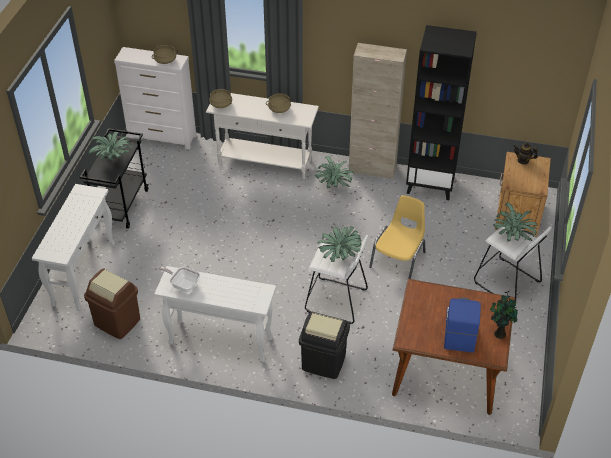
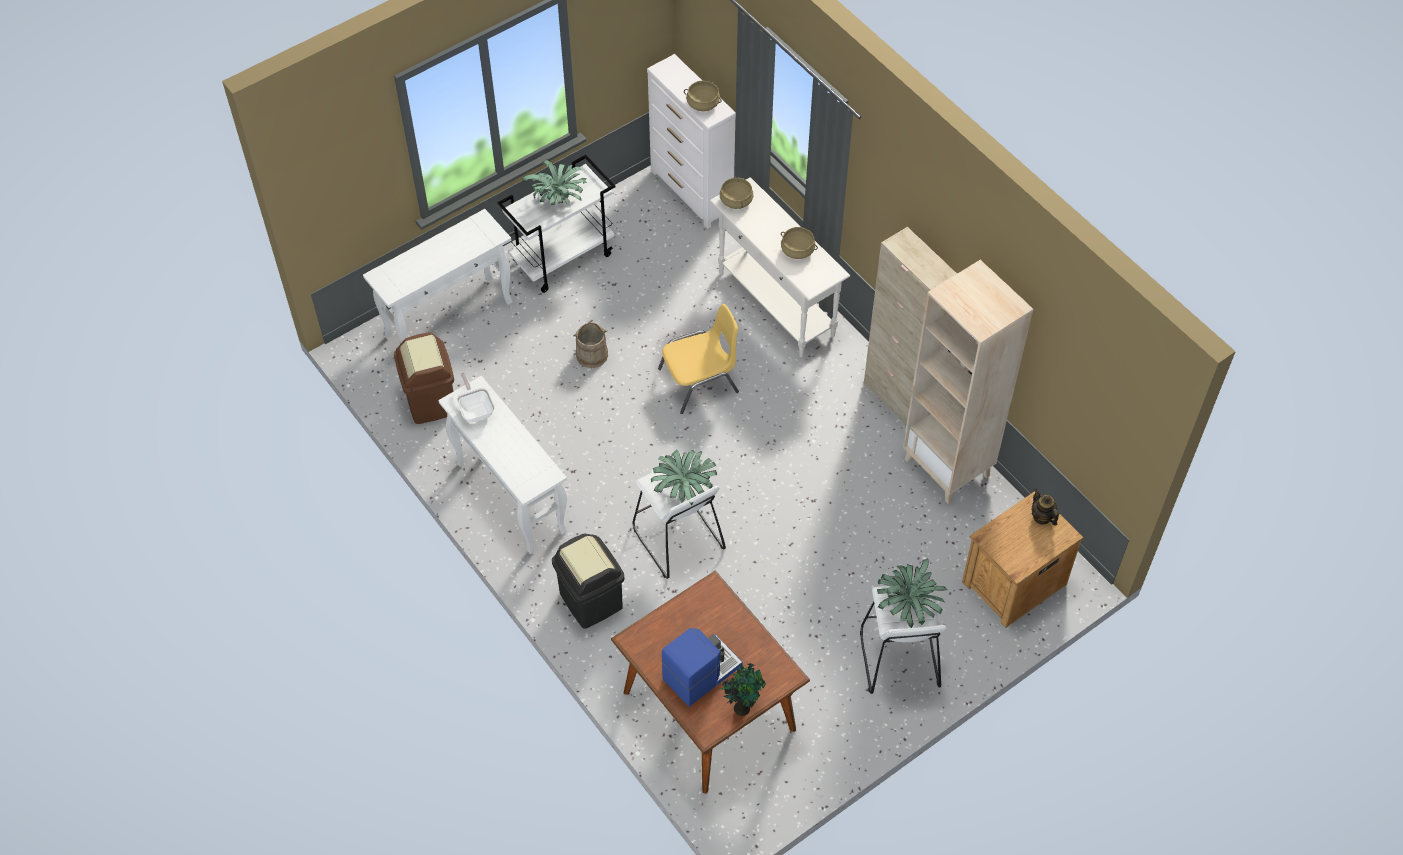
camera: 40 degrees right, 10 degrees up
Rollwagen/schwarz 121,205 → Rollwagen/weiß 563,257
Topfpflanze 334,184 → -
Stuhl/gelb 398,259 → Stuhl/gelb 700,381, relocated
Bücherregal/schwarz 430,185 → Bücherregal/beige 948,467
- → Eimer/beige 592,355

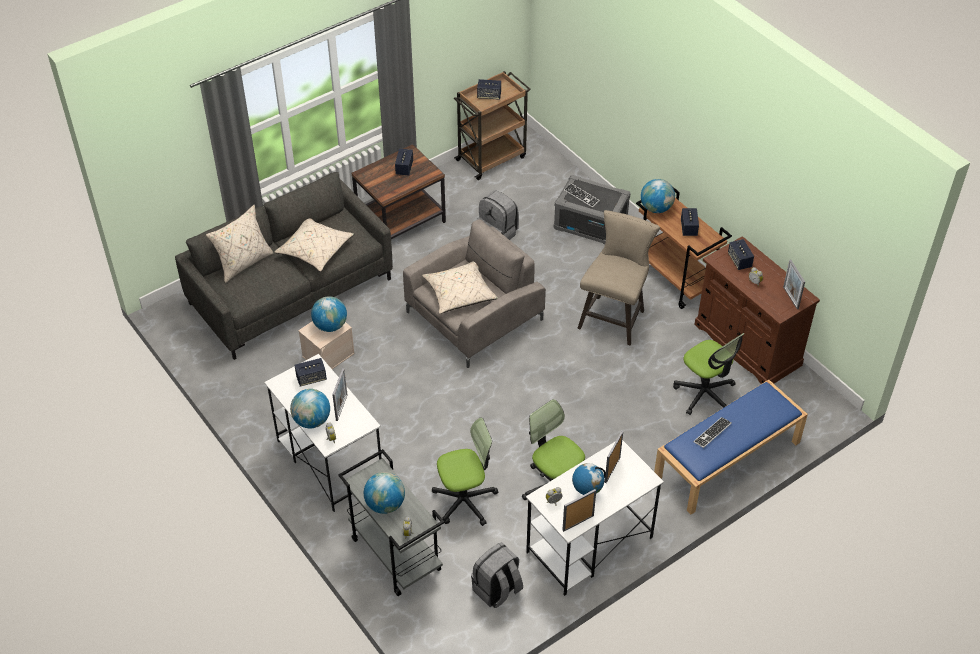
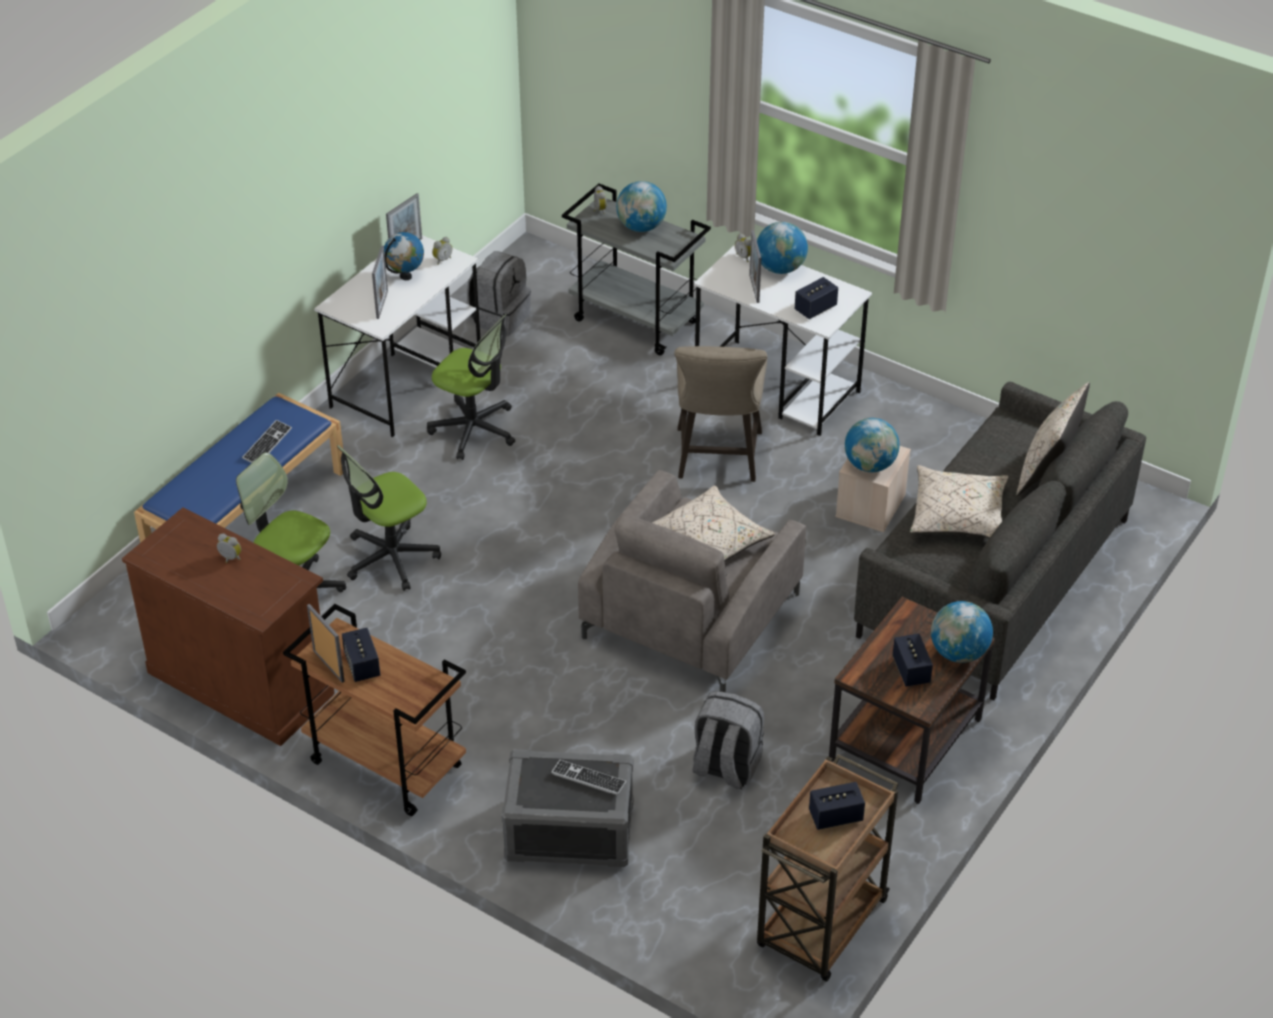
camera: 160 degrees right, 5 degrees down
Bürostuhl 465,500 → Bürostuhl 390,558, relocated
Hocker/beige 614,316 → Hocker/beige 717,460, relocated
Globus 656,208 → Globus 958,653, relocated
Lautsprecher 739,261 → -
Bilderrahmen 790,298 → Bilderrahmen 329,666, relocated

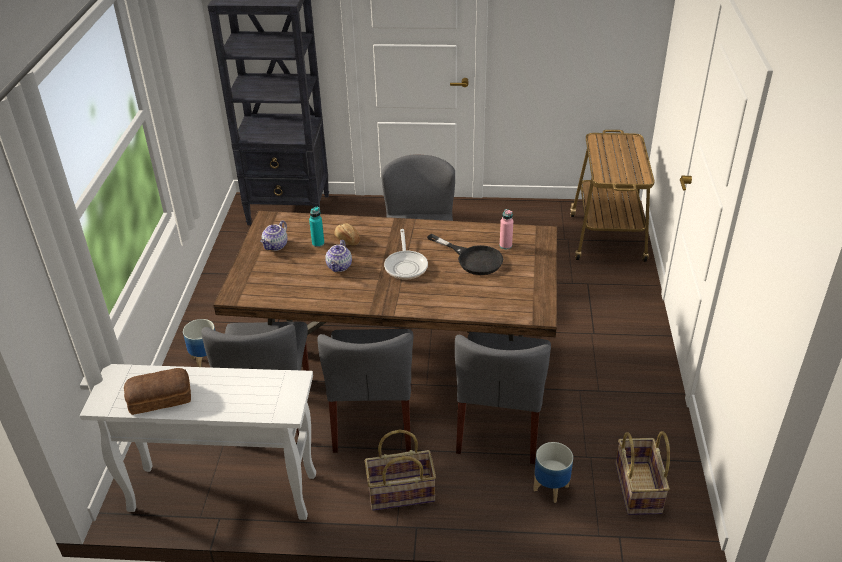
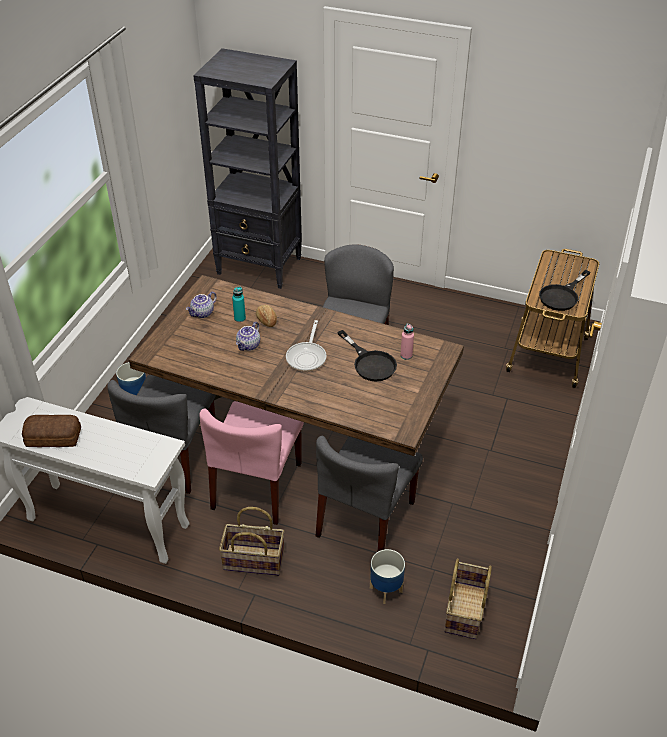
camera: 15 degrees right, 5 degrees up
Stuhl/grau 374,419 → Stuhl/rosa 257,486
- → Pfanne/schwarz 562,296

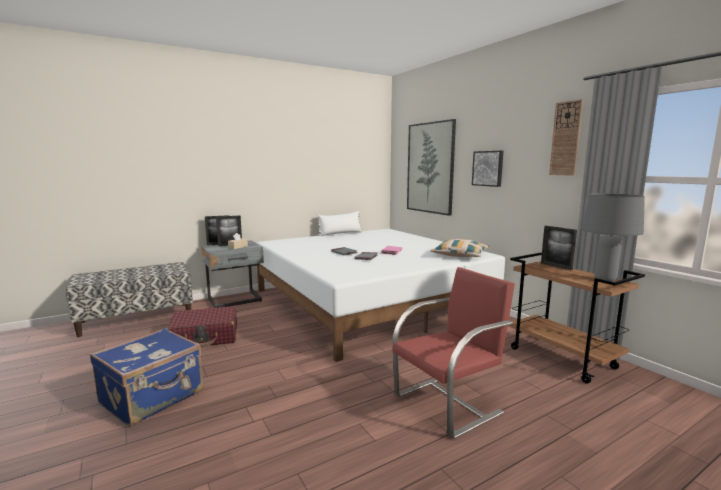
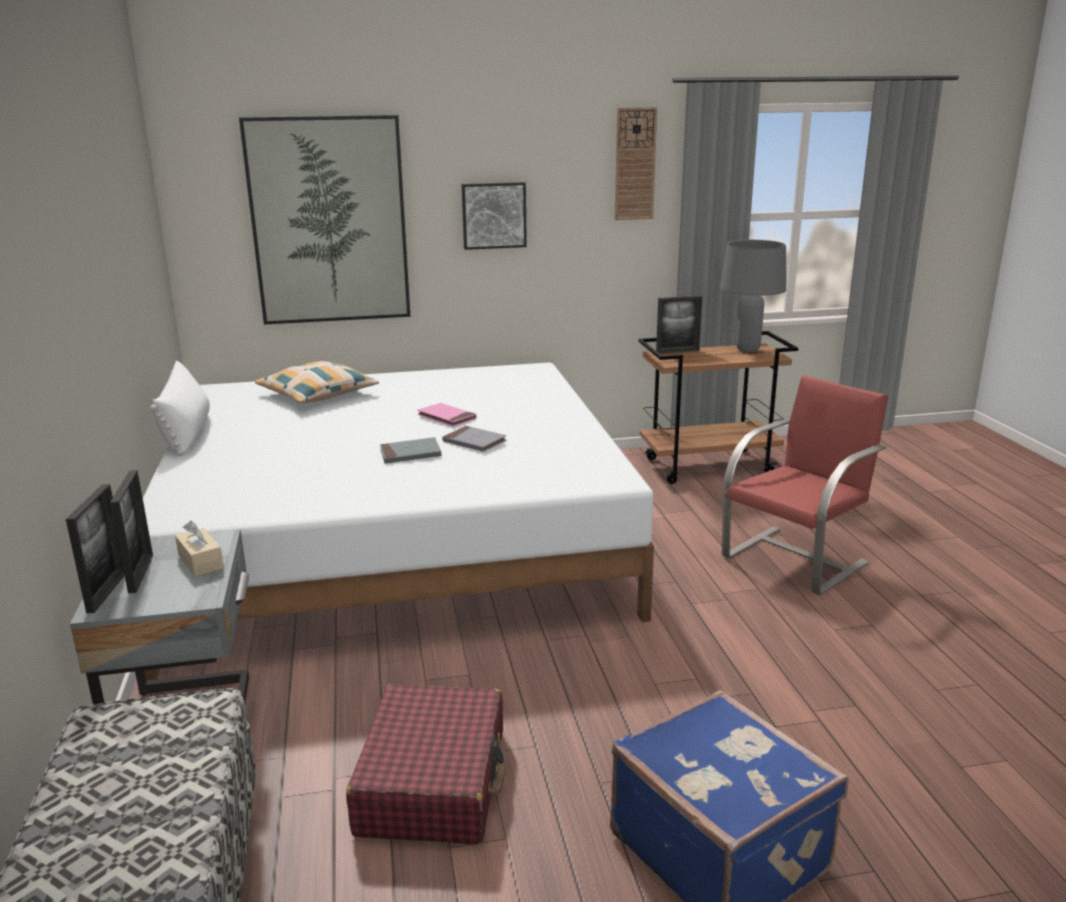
camera: 70 degrees left, 10 degrees up
Stuhl/rot 449,403 → Stuhl/rot 796,559, 60 degrees clockwise
Kissen 460,255 → Kissen 317,394, relocated

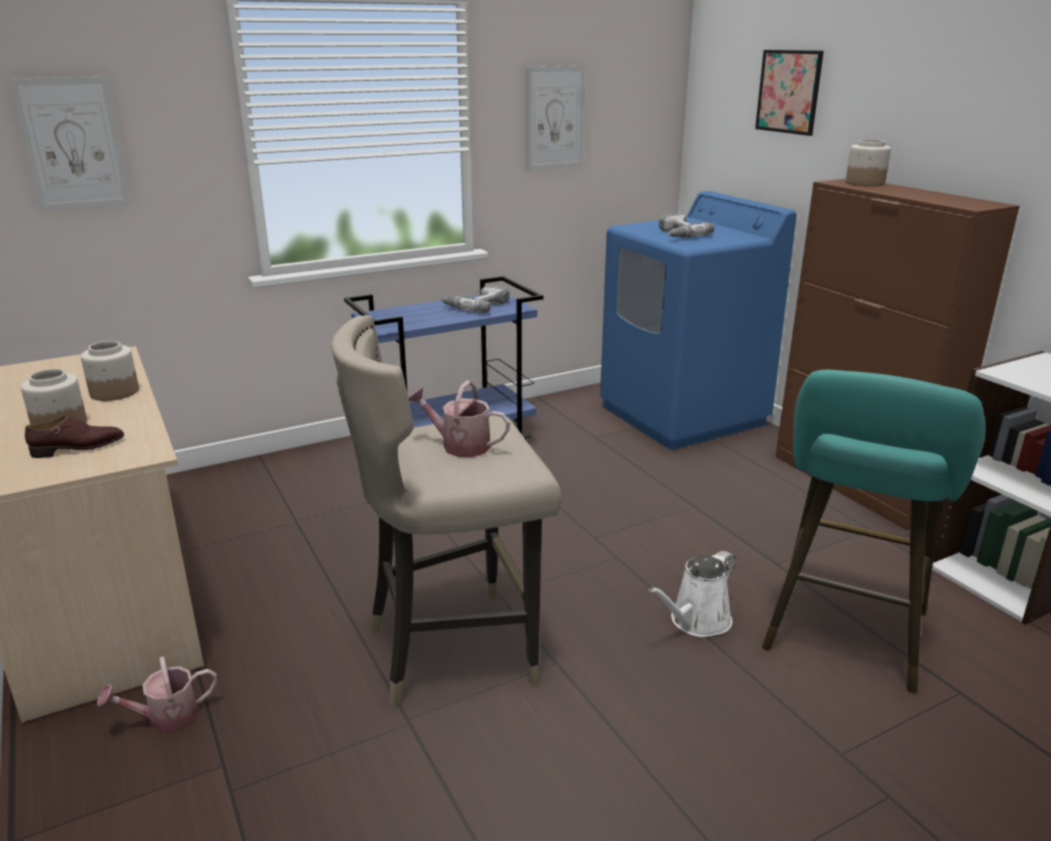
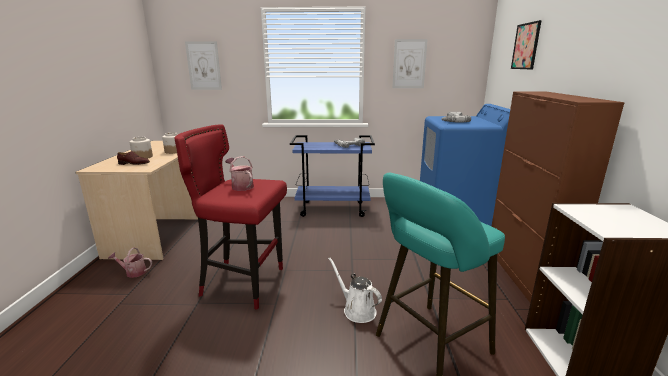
camera: 30 degrees right, 5 degrees down
Hocker/beige 454,649 → Hocker/rot 244,283
Gießkanne/weiß 697,621 → Gießkanne/weiß 357,310, 60 degrees clockwise
Vorratsglas 864,183 → -

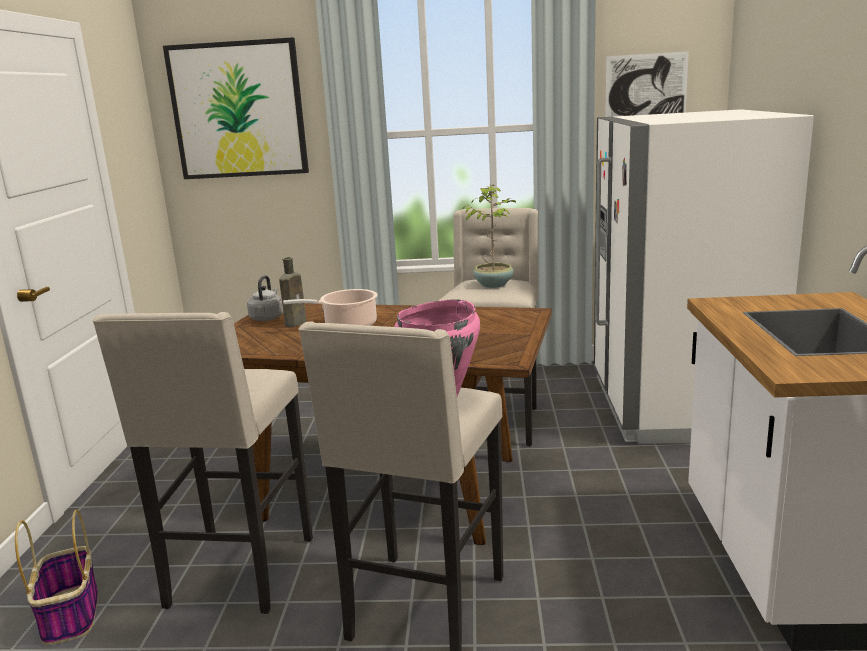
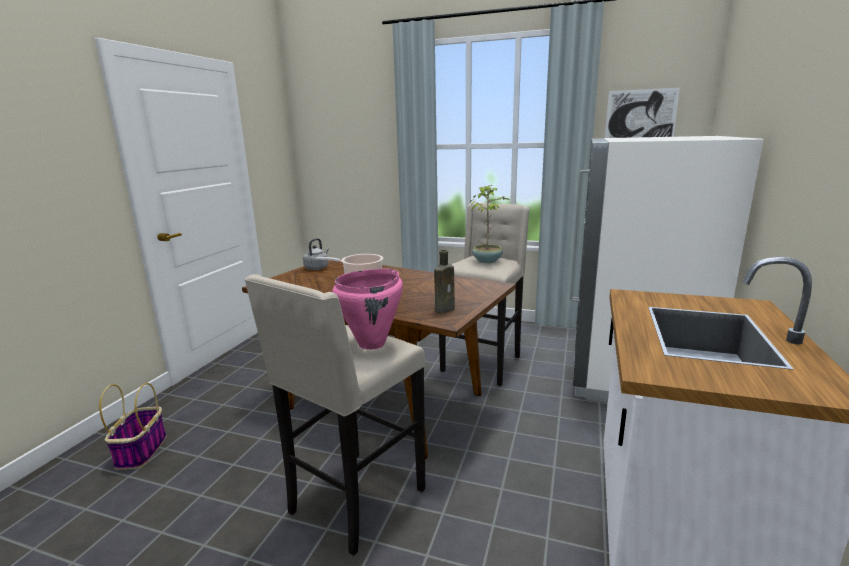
camera: 15 degrees right, 0 degrees up
Hocker/beige 238,574 → -
Bild 238,110 → -
Flasche/braun 297,323 → Flasche/braun 446,309, relocated

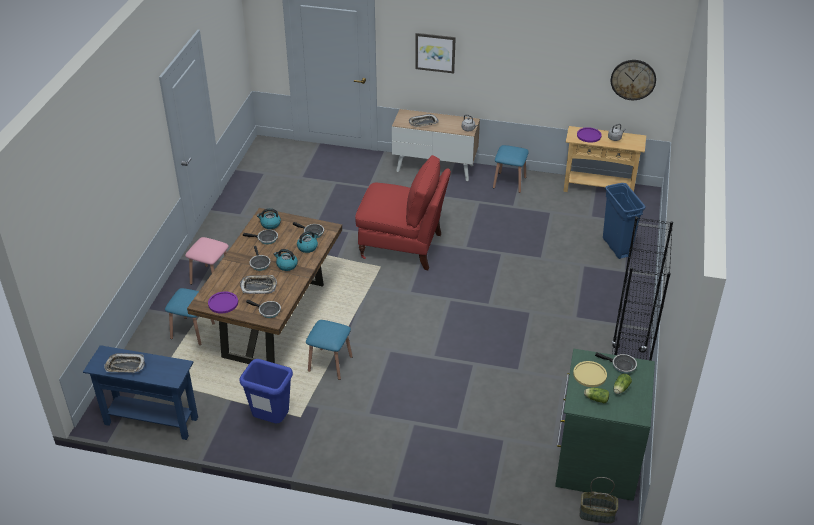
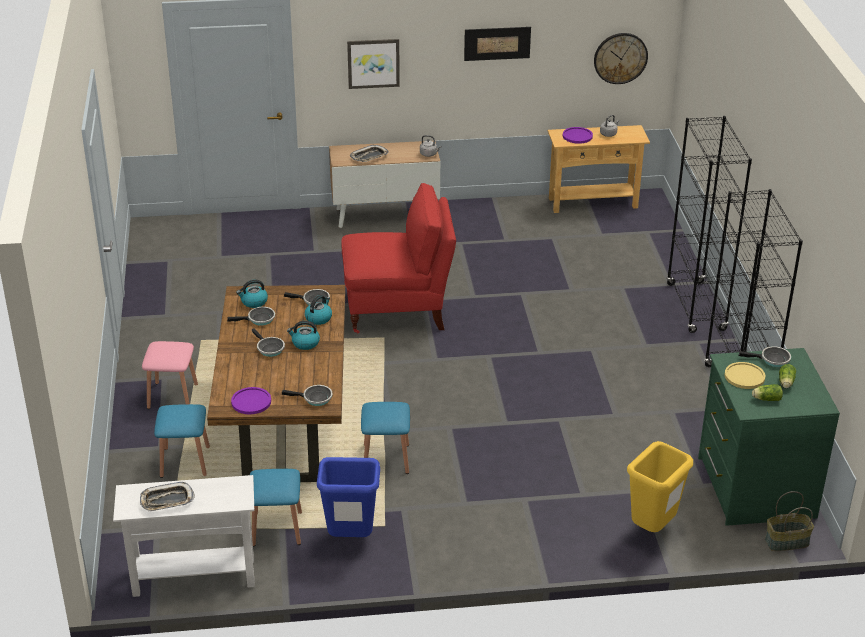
camera: 20 degrees left, 5 degrees down
Konsolentisch/blau 151,421 → Konsolentisch/weiß 194,577
Tablett 258,286 → -
Hocker/blau 509,182 → Hocker/blau 277,528, relocated
Mülleimer/blau 616,247 → -
- → Bild 497,43
- → Mülleimer/gelb 652,529
- → Bücherregal/schwarz 696,307

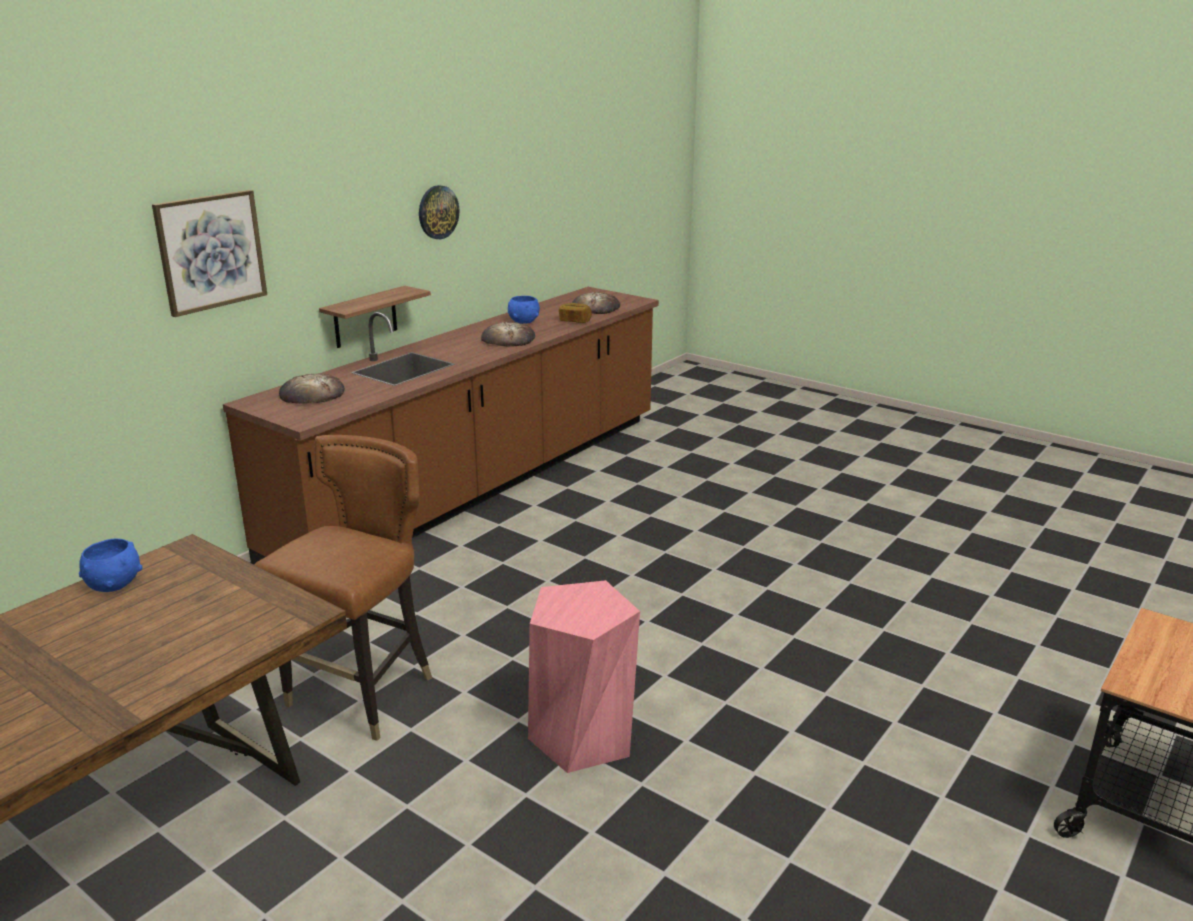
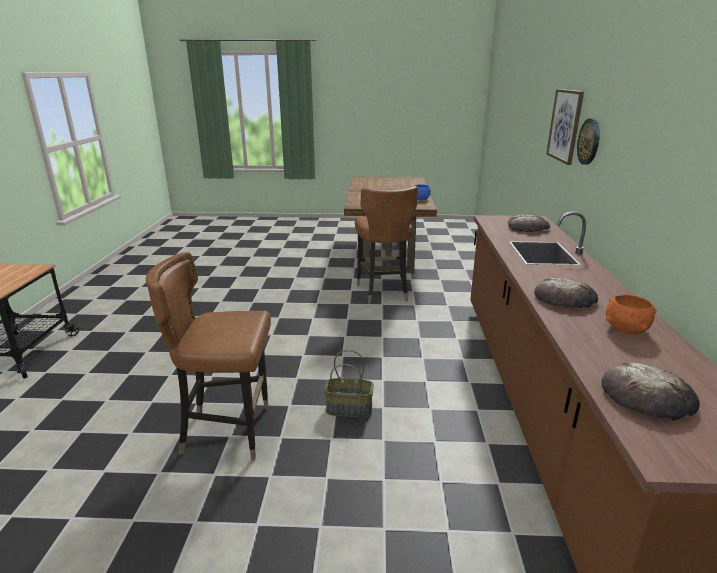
camera: 145 degrees right, 0 degrees up
Wandregal 365,317 → -
Wanduhr 438,212 → Wanduhr 589,141, relocated
Schüssel/blau 523,322 → Schüssel/orange 625,329
Hocker/rosa 582,736 → -
Brot 575,321 → -
- → Stuhl/braun 229,431
- → Korb 349,408

